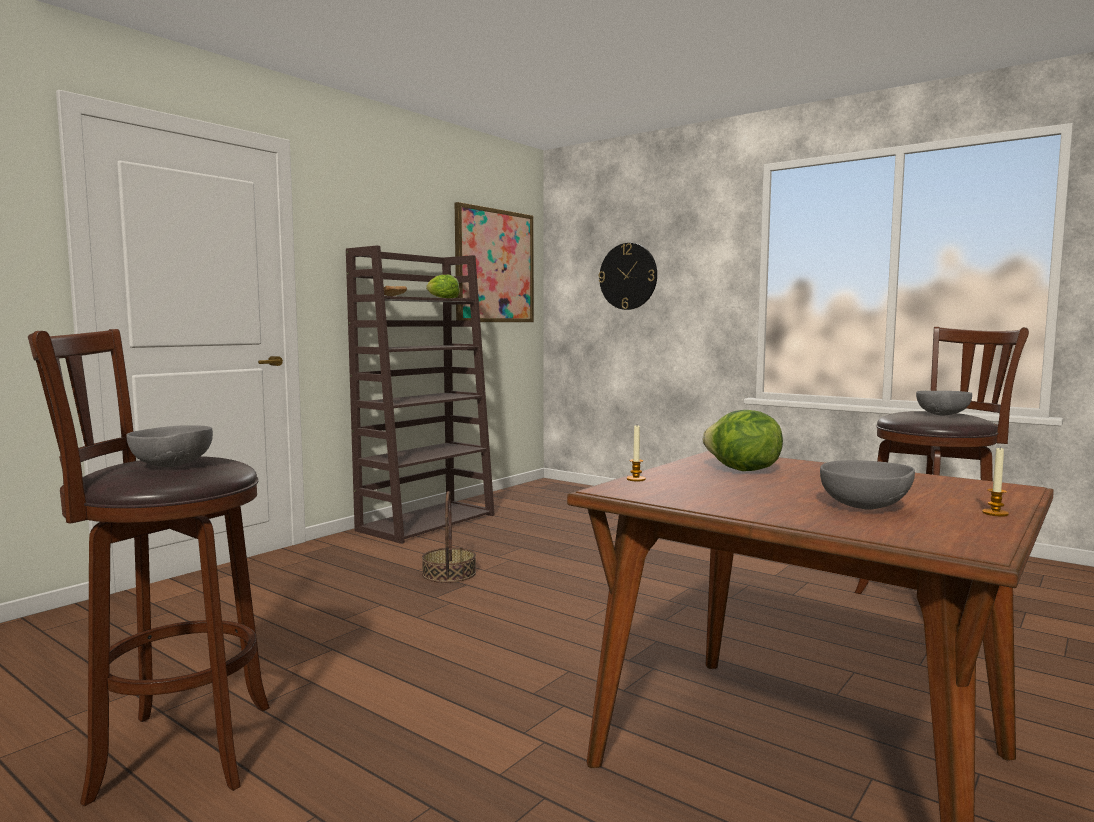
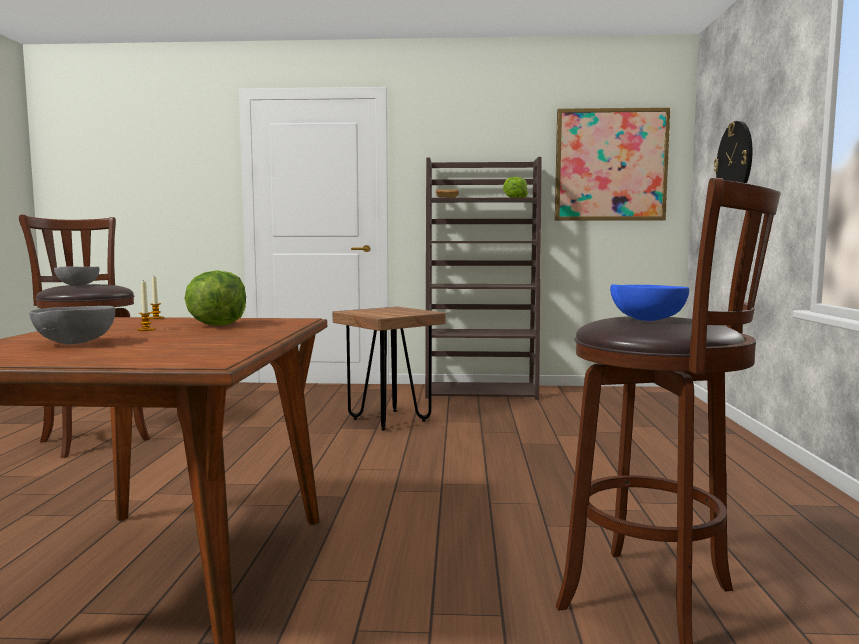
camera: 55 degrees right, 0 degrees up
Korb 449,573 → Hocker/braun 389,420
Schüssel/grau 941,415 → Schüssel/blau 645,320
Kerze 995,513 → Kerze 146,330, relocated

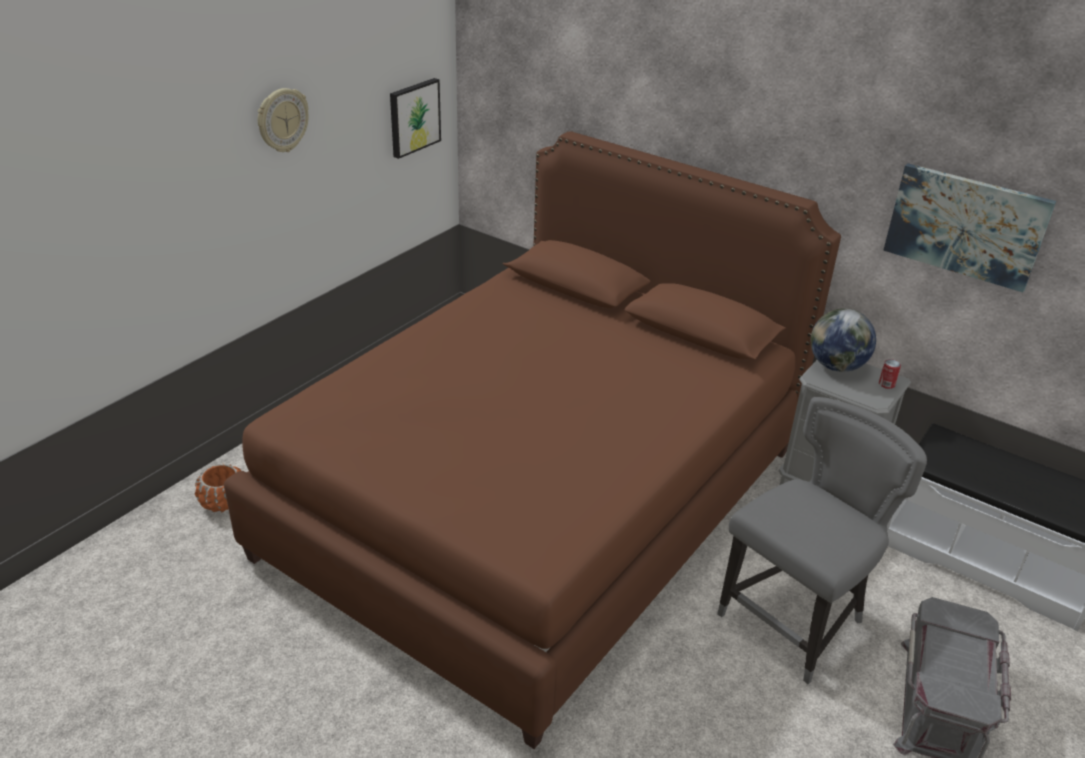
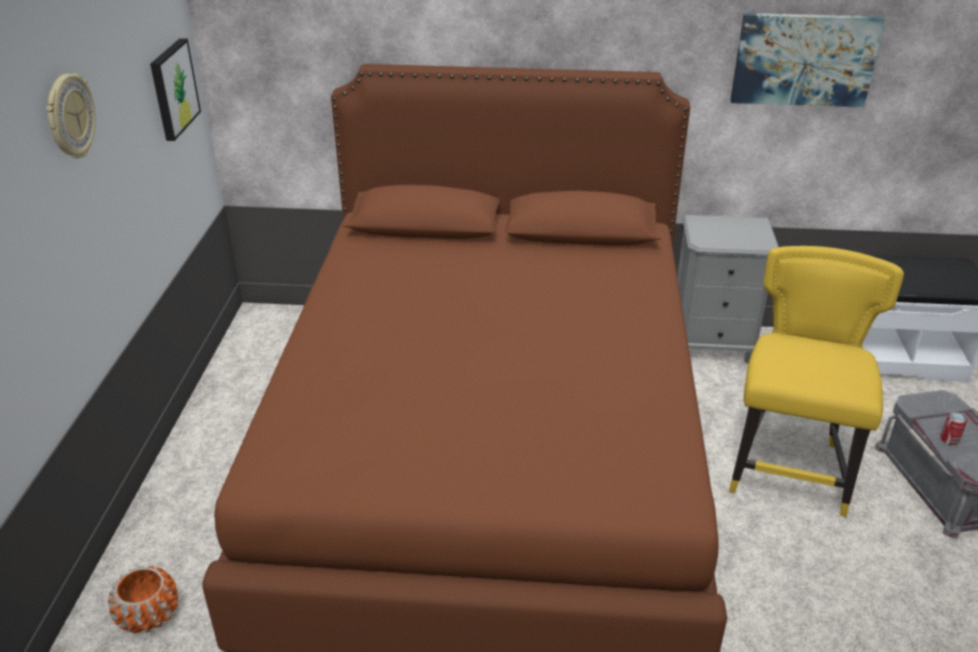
camera: 30 degrees left, 0 degrees up
Stuhl/grau 796,621 → Stuhl/gelb 790,467
Globus 836,366 → -
Dose 886,384 → Dose 949,439, relocated

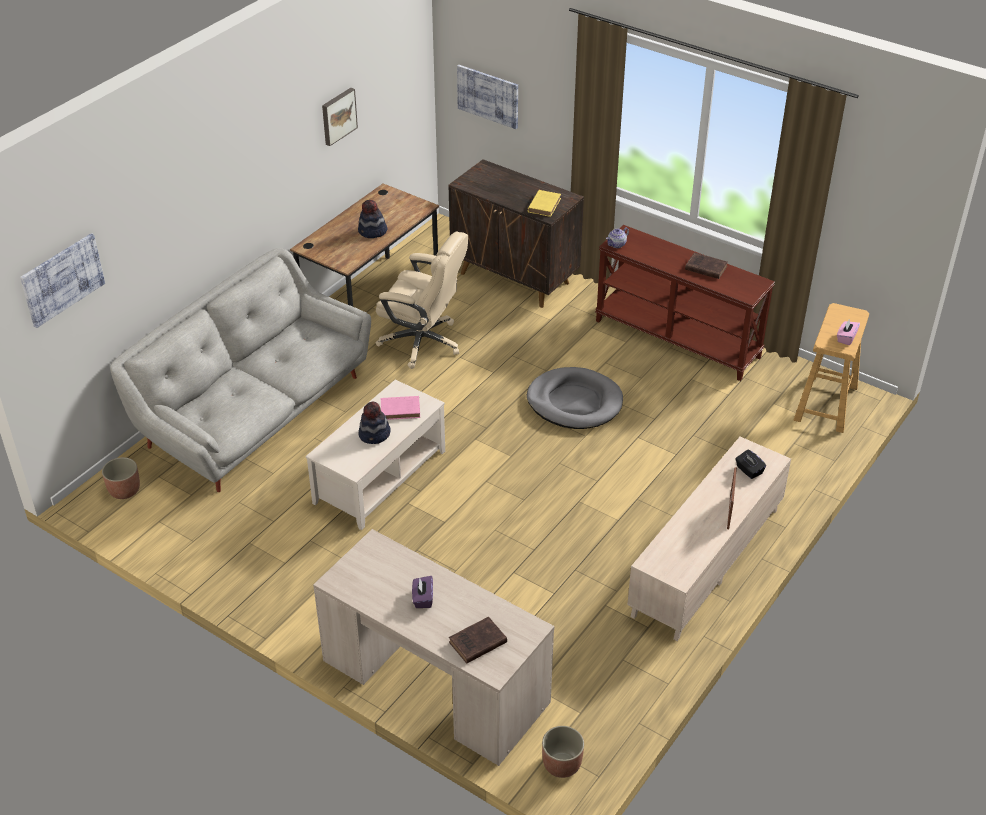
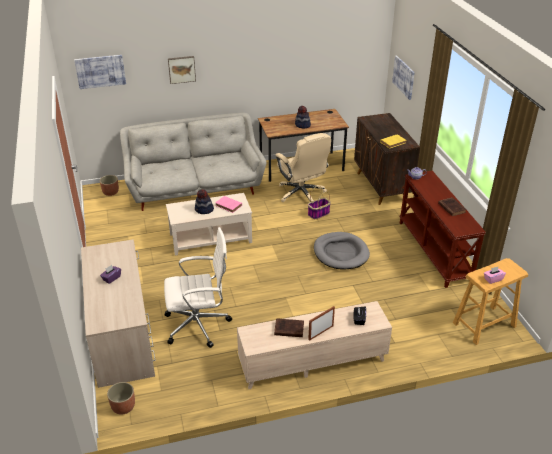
camera: 40 degrees right, 5 degrees down
Bild 338,116 → Bild 181,69, relocated
Buch/braun 476,643 → Buch/braun 288,329, relocated
- → Bürostuhl/weiß 199,325
- → Korb 318,214

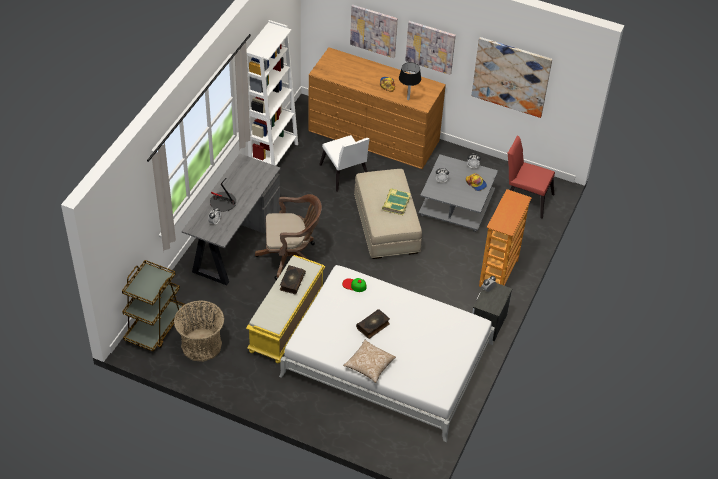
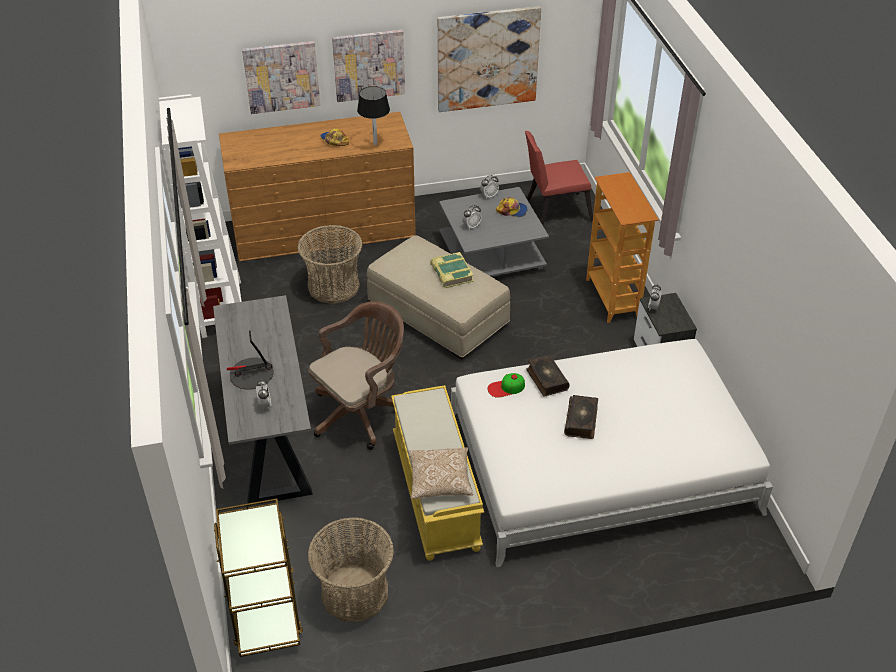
camera: 35 degrees left, 5 degrees down
Buch 292,282 → Buch 546,379, relocated
Stuhl/weiß 345,175 → Korb 333,286
Kissen 369,365 → Kissen 440,480, relocated

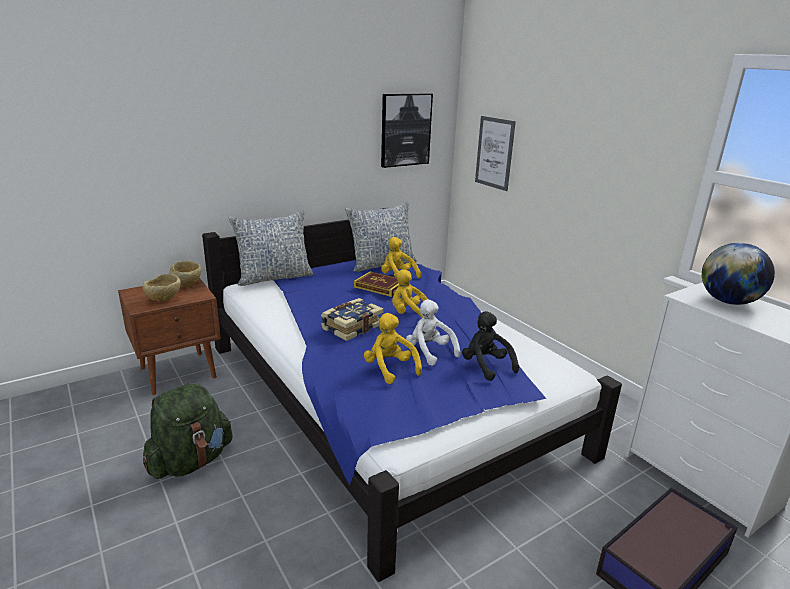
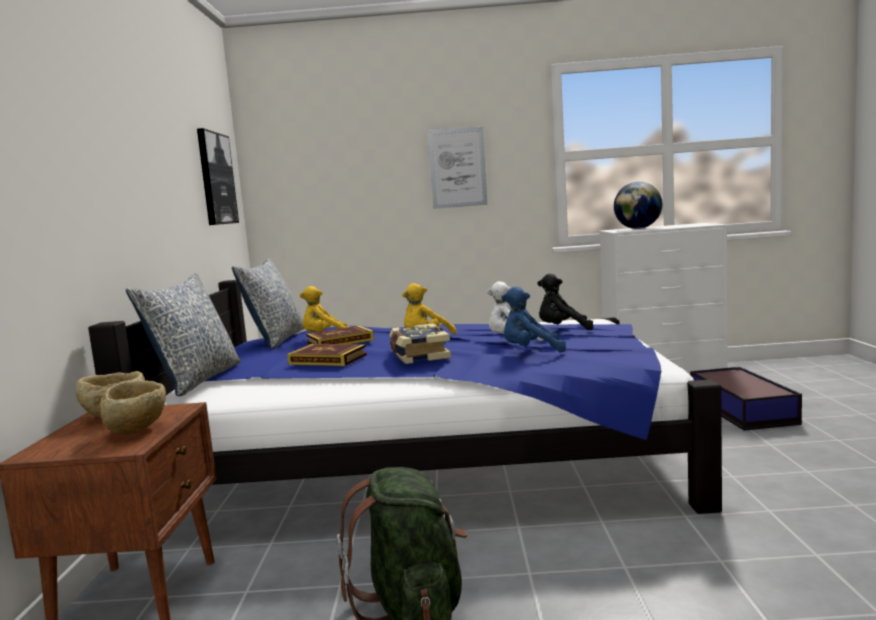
camera: 55 degrees left, 15 degrees down
Plüschtier/gelb 390,369 → Plüschtier/blau 530,352
Bild 494,153 → Bild 457,168, relocated
- → Buch 328,359

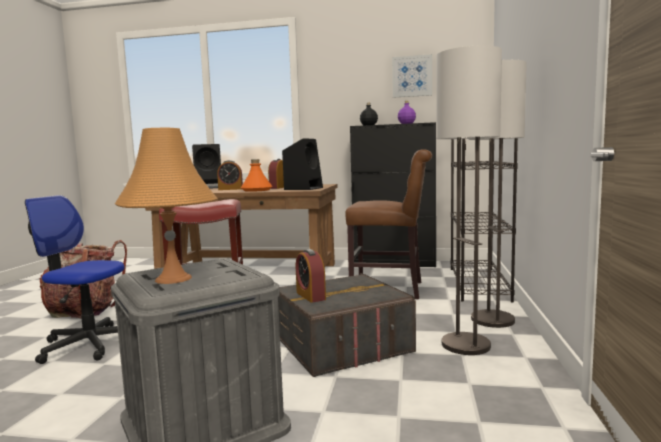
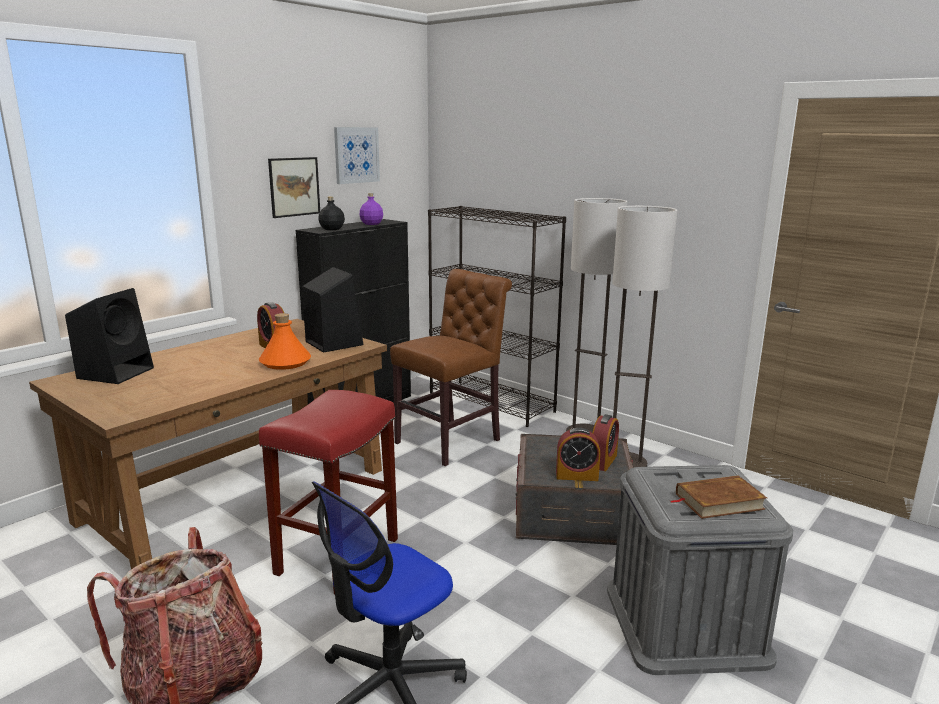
camera: 60 degrees left, 10 degrees up
Tischlampe/orange 173,279 → Buch/braun 718,501
Wecker 230,189 → Wecker 603,461, relocated
- → Bild 294,187

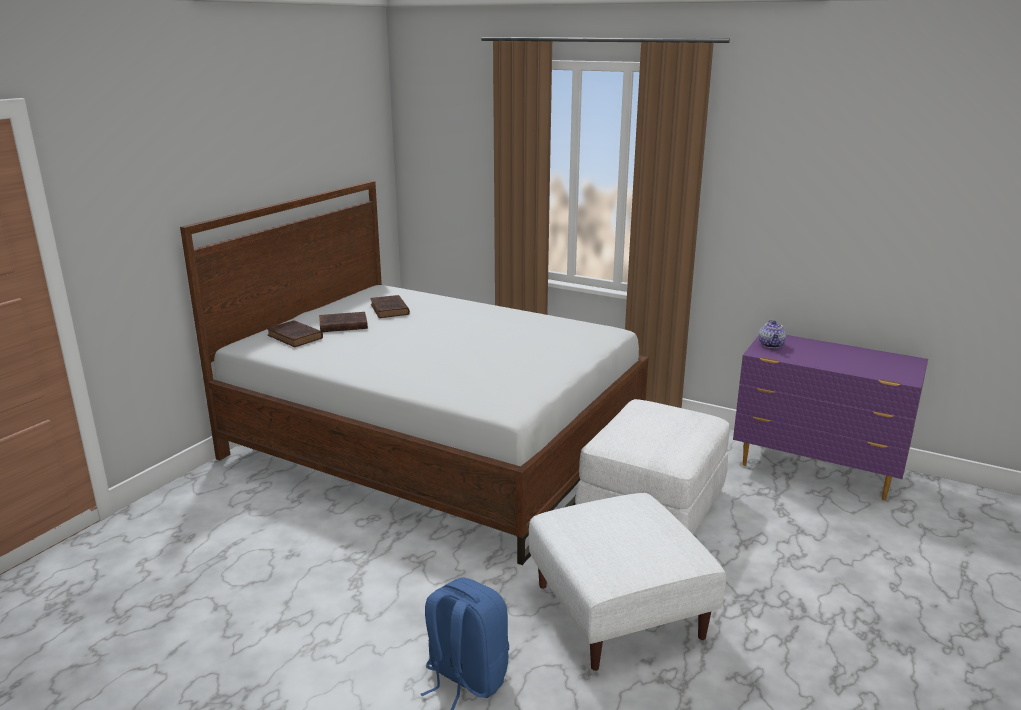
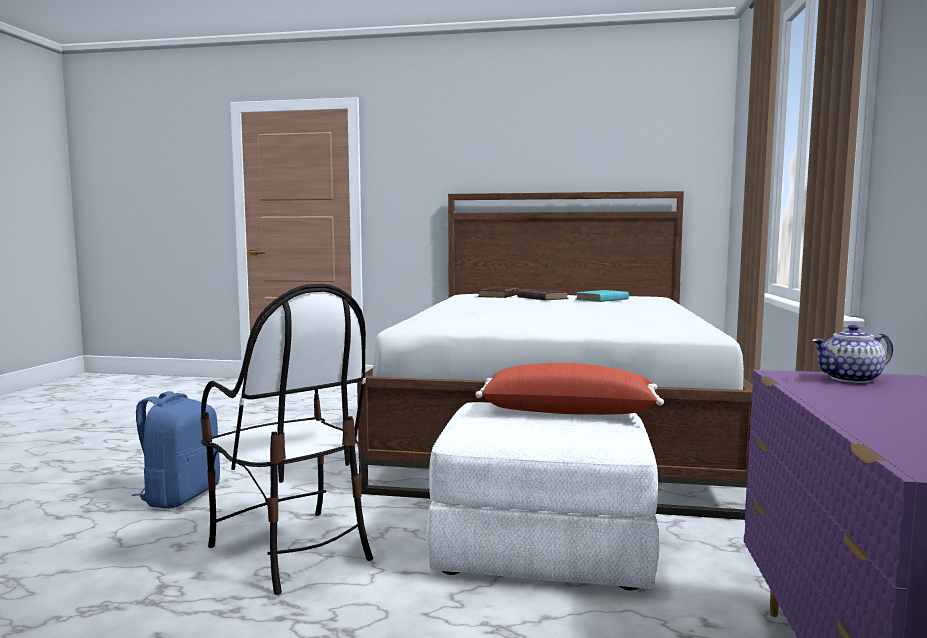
camera: 70 degrees right, 15 degrees down
Buch/braun 390,310 → Buch/türkis 601,299
Polsterhocker/weiß 620,611 → Stuhl 291,550
- → Kissen/rot 568,411

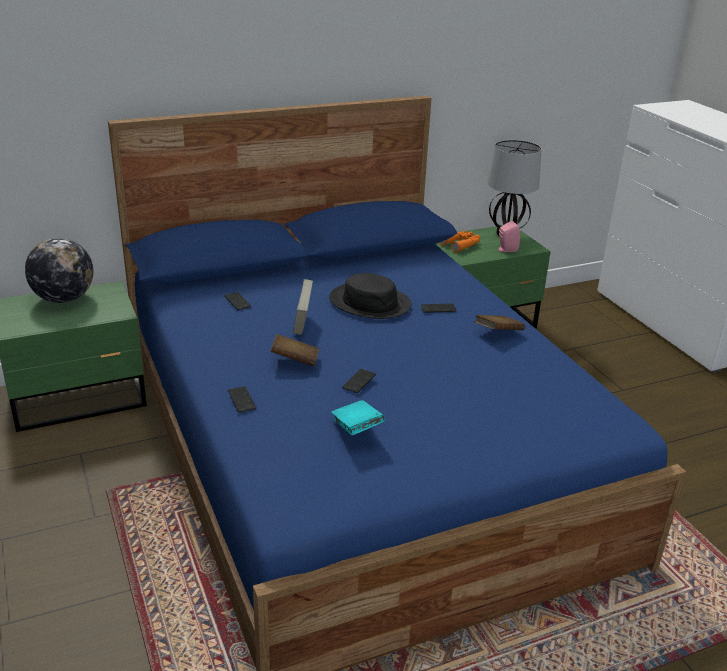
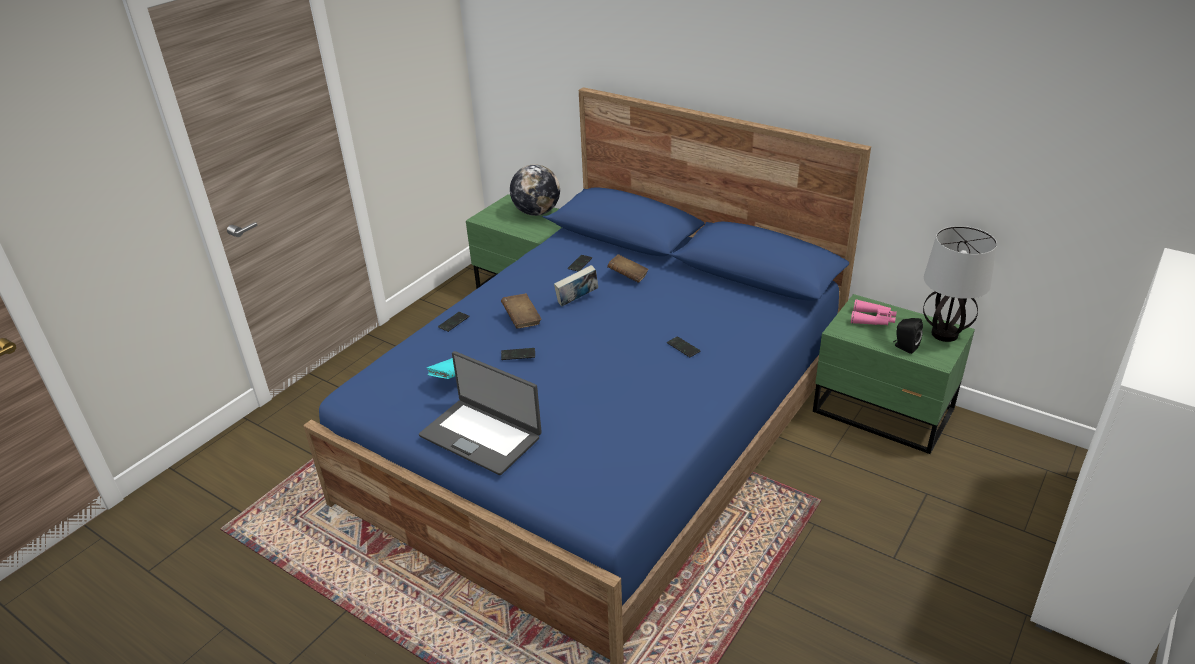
camera: 60 degrees right, 5 degrees up
Hut/schwarz 370,302 → -
Fernglas/orange 461,245 → Fernglas/rosa 873,319
Buch/braun 498,333 → Buch/braun 628,277, relocated
Lautsprecher/rosa 506,250 → Lautsprecher/schwarz 904,347
- → Laptop 481,435

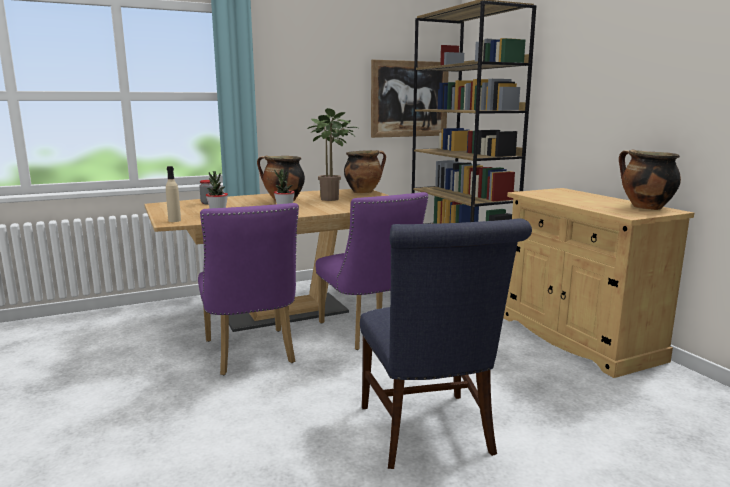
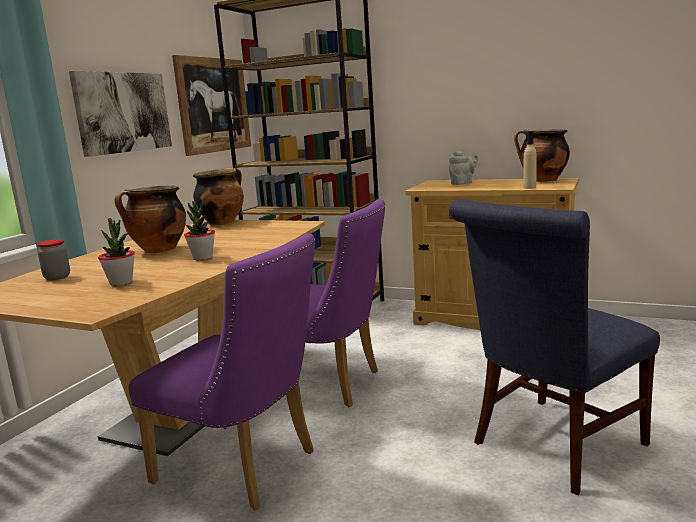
camera: 40 degrees left, 0 degrees up
Flasche/beige 174,220 → Flasche/beige 529,187, relocated
Topfpflanze 332,199 → -
Stuhl/blau 429,434 → Stuhl/blau 552,446, 105 degrees clockwise
- → Bild 123,112
- → Teekanne/grau 463,183

